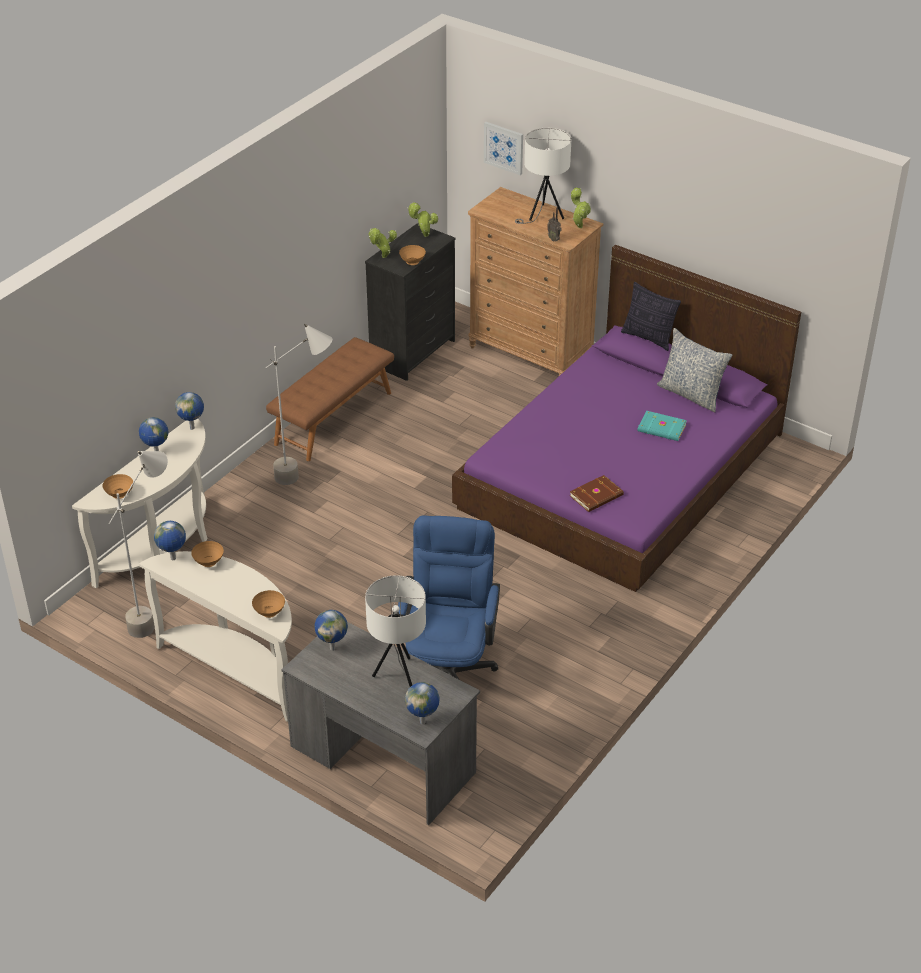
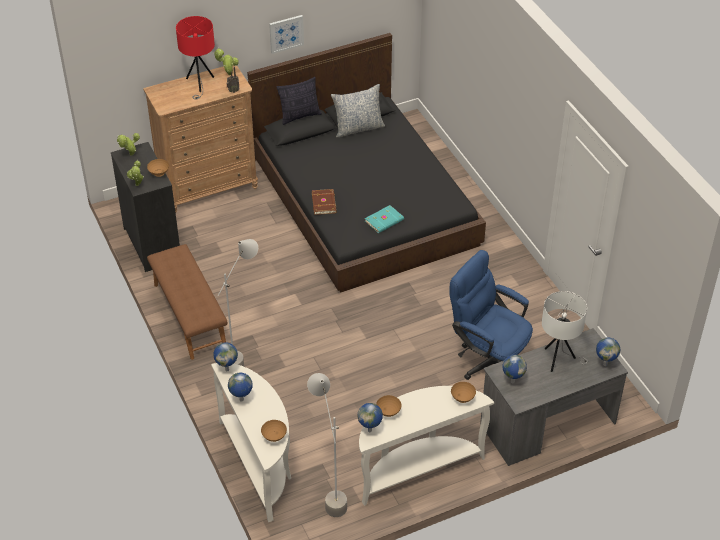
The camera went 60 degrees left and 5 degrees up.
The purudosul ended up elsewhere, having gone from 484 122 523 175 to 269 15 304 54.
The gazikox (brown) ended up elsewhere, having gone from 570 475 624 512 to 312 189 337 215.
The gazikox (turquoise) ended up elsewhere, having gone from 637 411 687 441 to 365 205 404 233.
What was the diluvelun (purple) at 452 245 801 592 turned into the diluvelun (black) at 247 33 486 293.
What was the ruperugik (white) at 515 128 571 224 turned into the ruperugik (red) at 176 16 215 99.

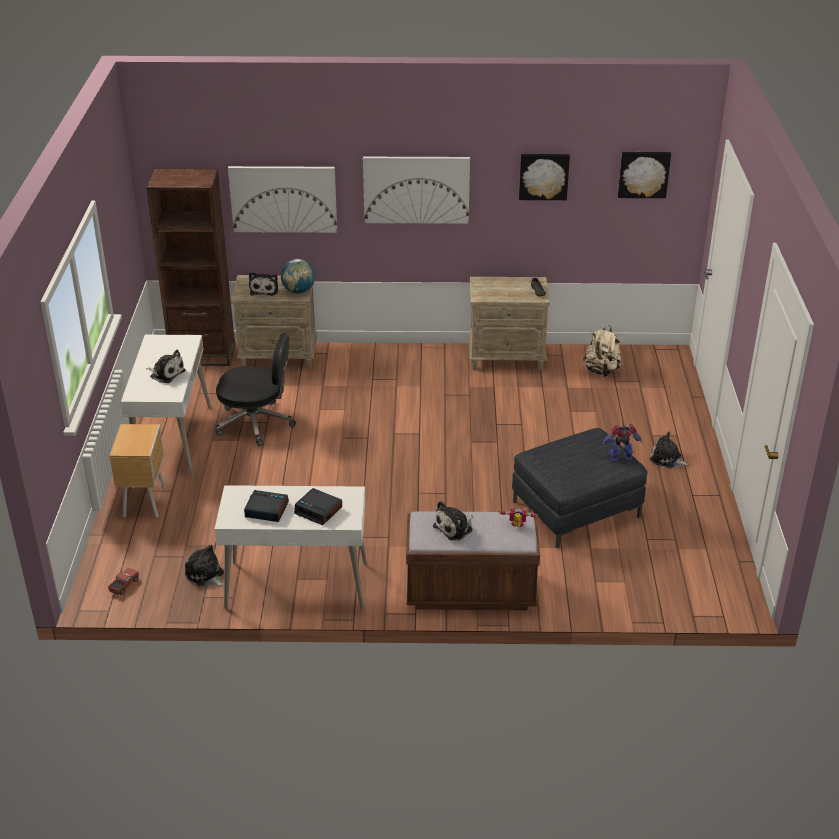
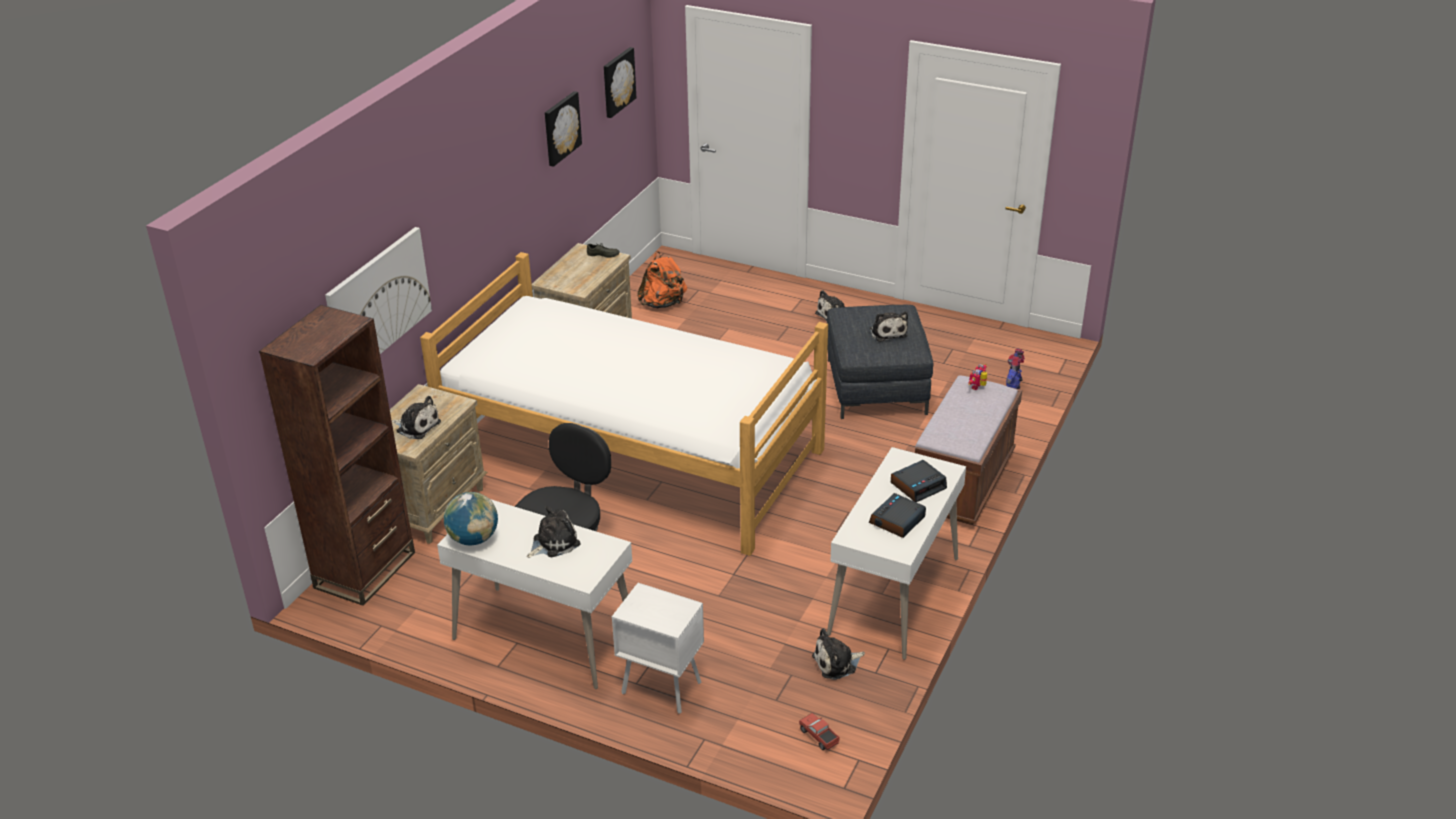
The camera went 65 degrees left and 0 degrees up.
The second view lost the purudosul at 363 157 470 224.
The second view gained the diluvelun at 420 252 828 556.
The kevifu ended up elsewhere, having gone from 281 259 315 293 to 444 492 498 545.
The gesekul ended up elsewhere, having gone from 433 501 473 541 to 870 311 908 342.
The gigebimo ended up elsewhere, having gone from 602 424 642 461 to 1006 349 1025 389.
What was the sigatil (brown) at 110 424 167 518 turned into the sigatil (white) at 612 583 704 714.
What was the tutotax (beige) at 583 325 622 377 turned into the tutotax (orange) at 637 251 687 309.

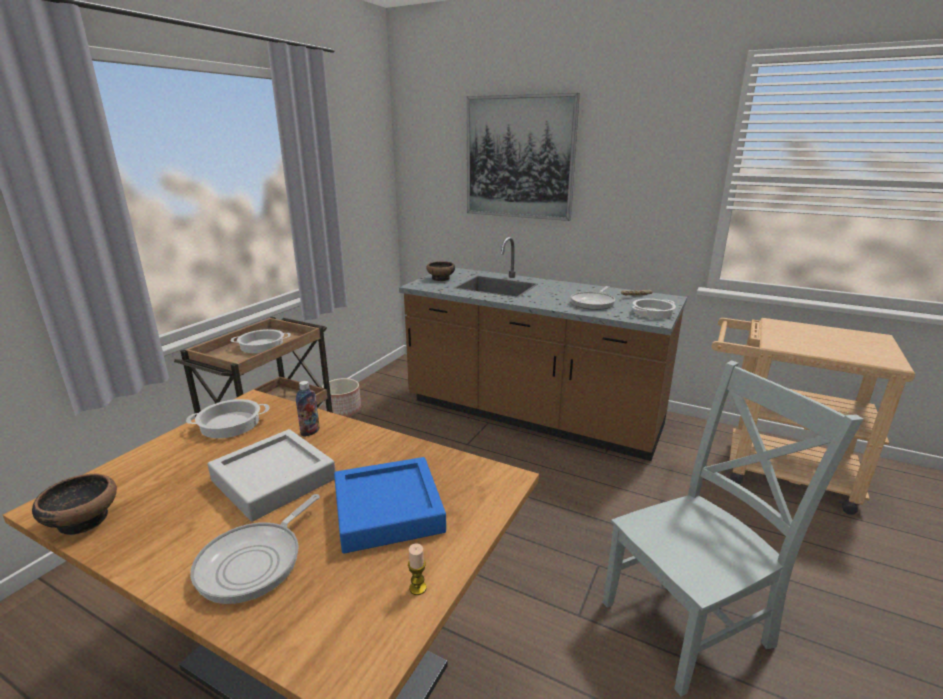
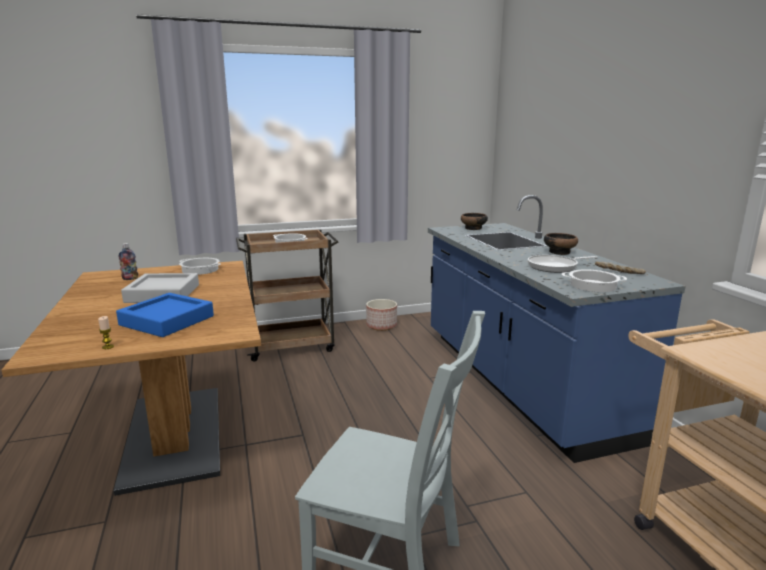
The camera went 45 degrees right and 5 degrees down.
The second view lost the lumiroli at 190 494 320 604.
The second view lost the purudosul at 467 93 580 221.
The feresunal ended up elsewhere, having gone from 32 474 117 535 to 544 233 578 255.
The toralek ended up elsewhere, having gone from 296 381 320 437 to 118 243 138 280.
What was the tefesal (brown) at 399 237 687 461 turned into the tefesal (blue) at 428 195 686 463.

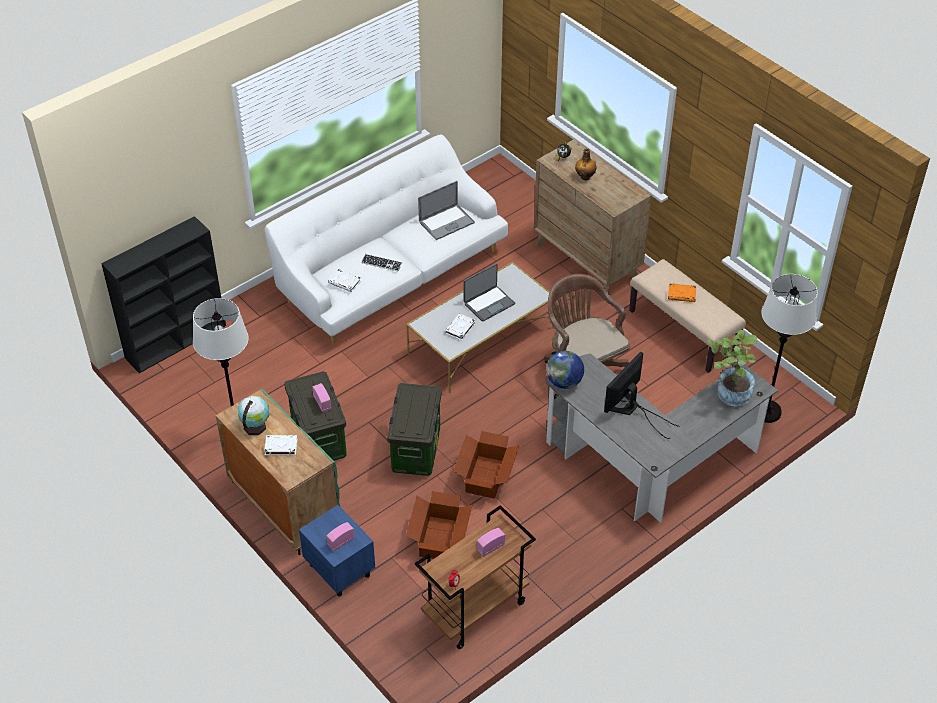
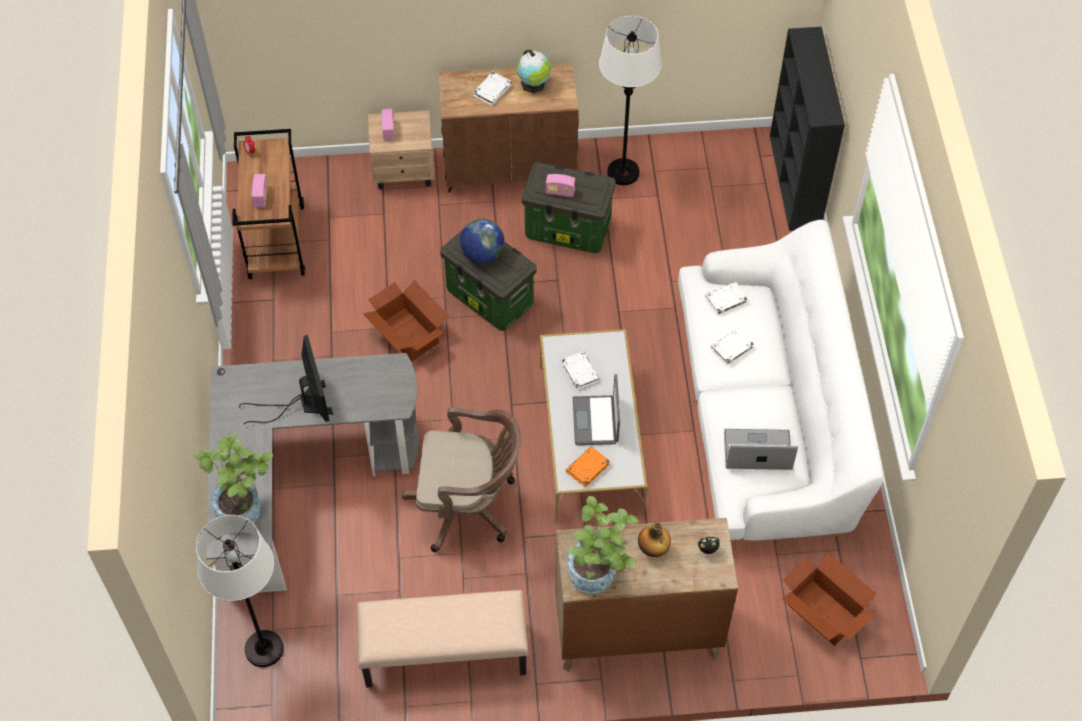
The camera went 125 degrees right and 10 degrees up.
The second view gained the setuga at 567 496 638 594.
The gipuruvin ended up elsewhere, having gone from 406 491 472 559 to 781 553 876 646.
The kevifu ended up elsewhere, having gone from 546 351 584 389 to 460 219 504 263.
The gazikox (orange) ended up elsewhere, having gone from 668 283 696 302 to 566 446 610 488.
Where the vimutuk stood at 361 254 402 272, the gazikox (white) came to stand at 711 328 755 365.
What was the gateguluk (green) at 216 388 340 555 turned into the gateguluk (brown) at 438 64 579 193.
What was the sigatil (blue) at 299 505 375 597 turned into the sigatil (beige) at 368 110 434 190.
The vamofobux at 418 181 475 240 ended up facing another way, 90 degrees clockwise from before.

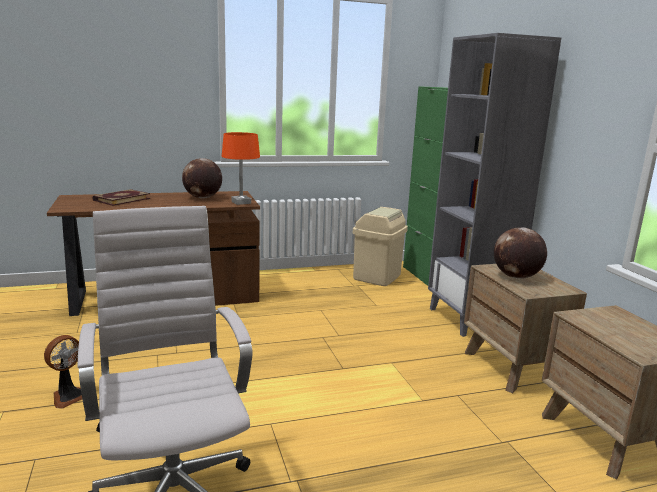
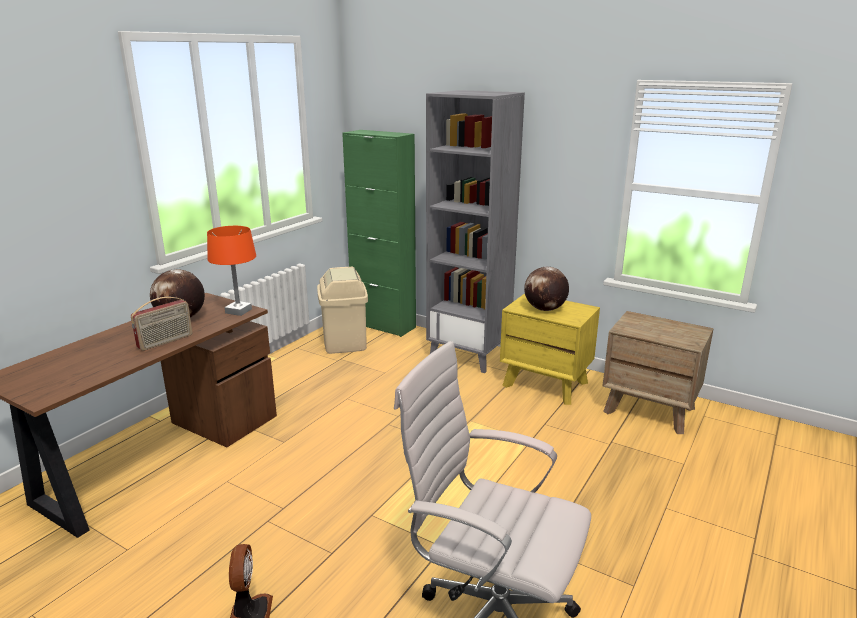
The camera went 40 degrees left and 5 degrees up.
The second view lost the gazikox at 93 189 150 206.
The second view gained the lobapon at 131 297 192 351.
What was the sigatil (brown) at 464 264 587 393 turned into the sigatil (yellow) at 500 293 600 405.

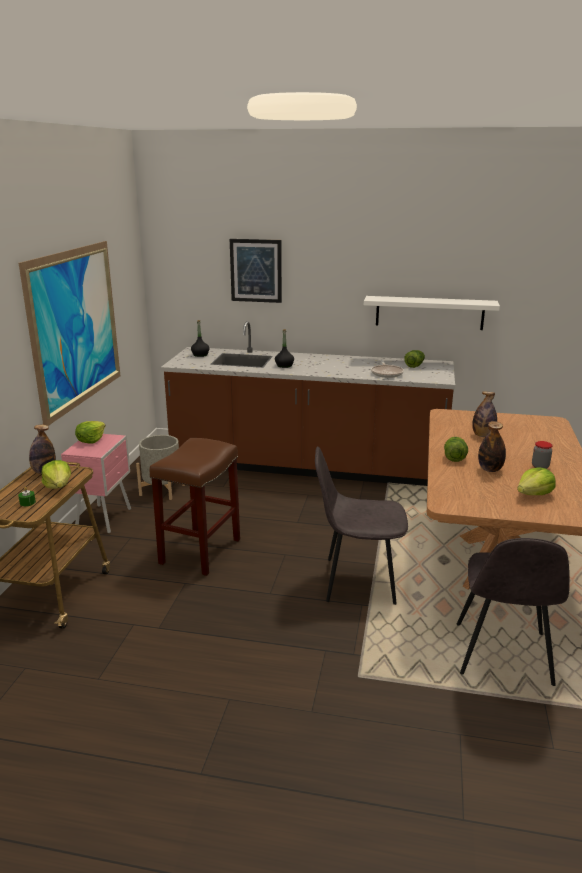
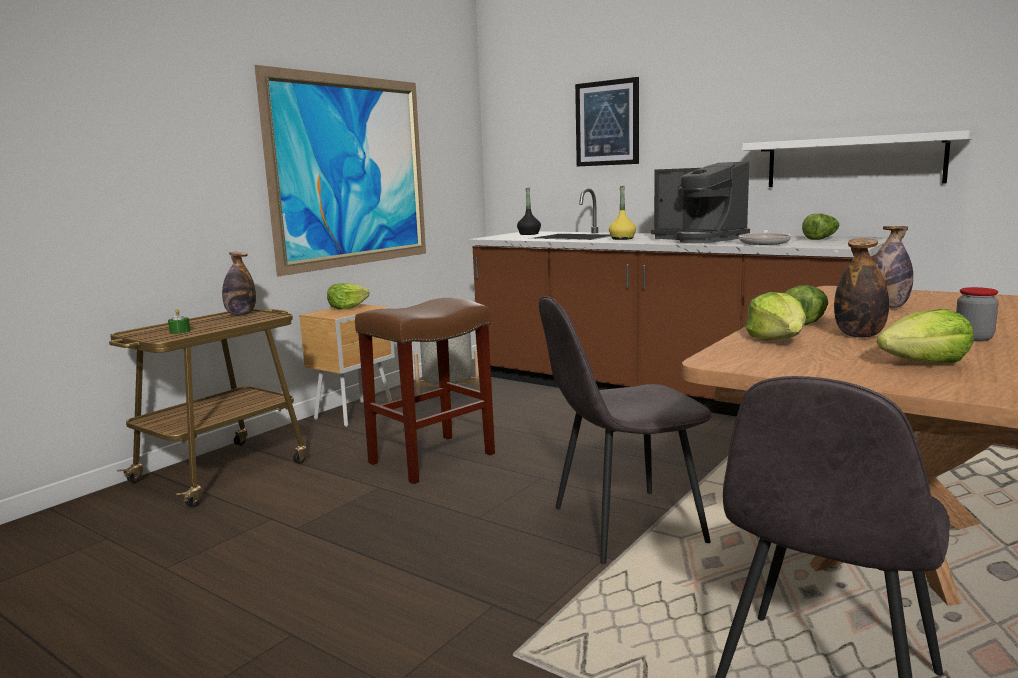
The camera went 25 degrees right and 10 degrees down.
The second view gained the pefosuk at 651 161 750 243.
The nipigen ended up elsewhere, having gone from 41 460 71 489 to 745 292 806 341.
What was the sigatil (pink) at 61 434 131 533 turned into the sigatil (brown) at 299 304 395 427.
What was the toralek (black) at 275 329 294 368 turned into the toralek (yellow) at 609 186 636 240.
The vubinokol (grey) at 315 446 408 605 ended up facing another way, 45 degrees counterclockwise from before.

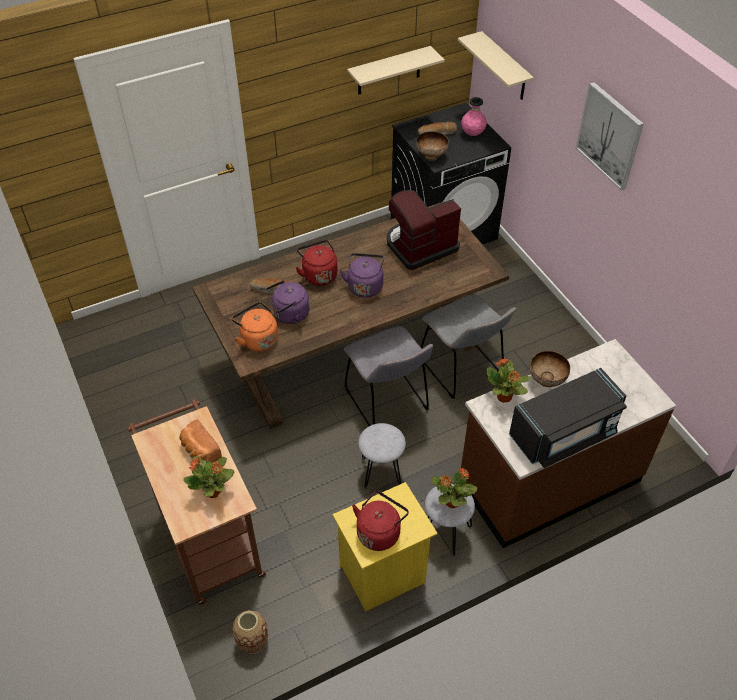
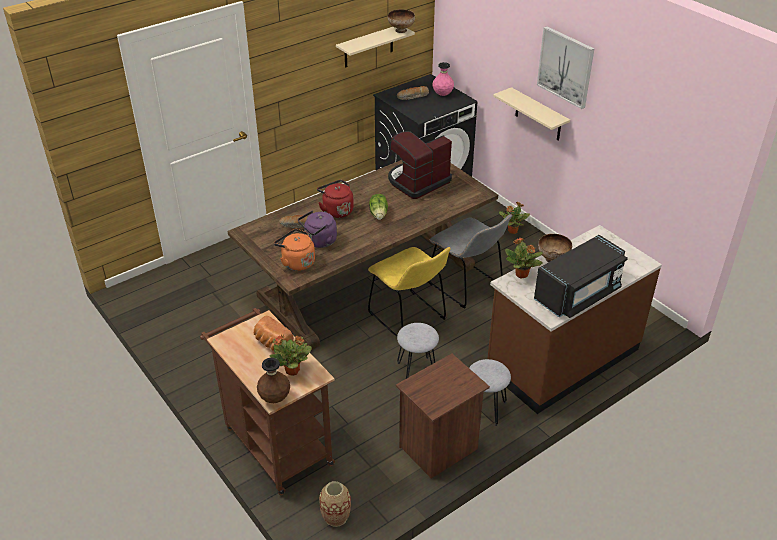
The camera went 10 degrees left and 10 degrees down.
The second view lost the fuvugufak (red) at 352 491 409 551.
The second view gained the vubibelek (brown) at 257 358 290 403.
The feresunal ended up elsewhere, having gone from 416 131 449 161 to 388 9 415 33.
The setuga ended up elsewhere, having gone from 432 468 478 508 to 499 202 530 234.
The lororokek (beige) ended up elsewhere, having gone from 458 31 534 100 to 493 87 570 141.
Where the fuvugufak (purple) stood at 340 253 384 298, the nipigen came to stand at 369 194 388 220.
What was the sigatil (yellow) at 333 482 438 611 turned into the sigatil (brown) at 396 354 490 479.
What was the vubinokol (grey) at 344 326 433 426 turned into the vubinokol (yellow) at 368 247 451 337.

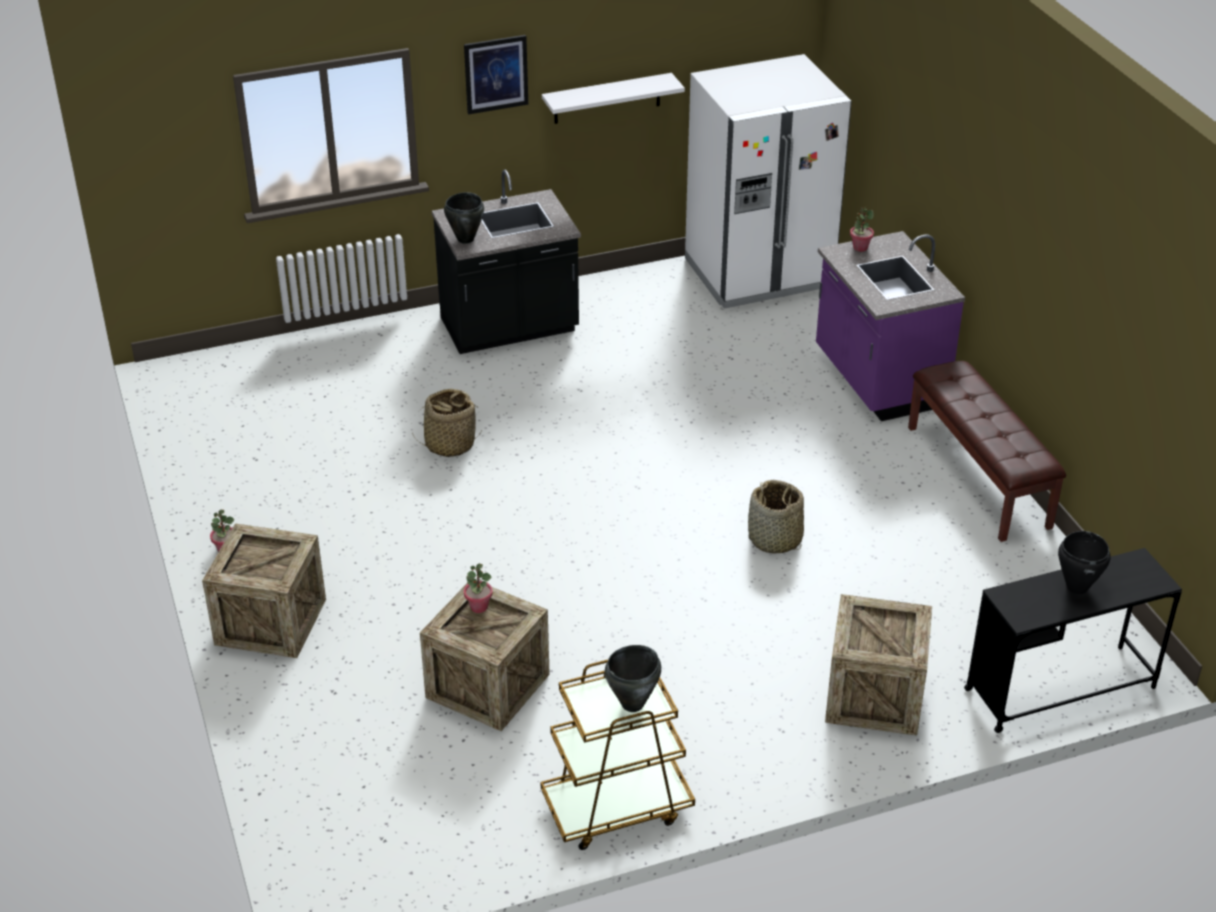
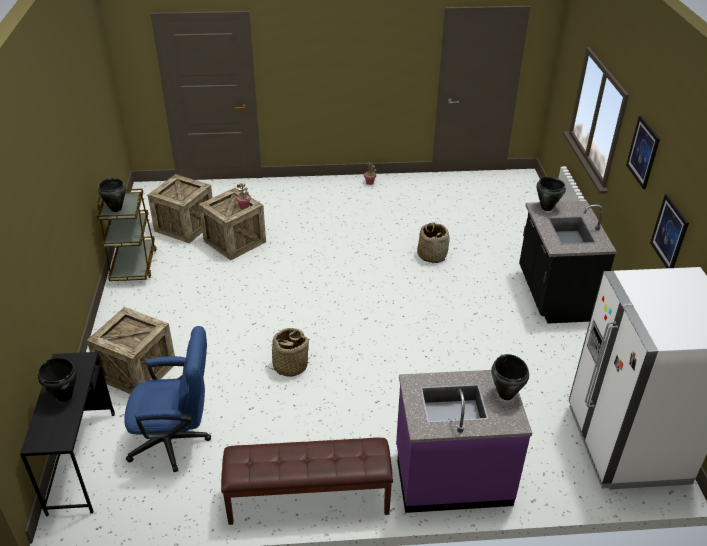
The camera went 105 degrees right and 0 degrees up.
The second view gained the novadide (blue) at 124 326 211 472.
The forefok ended up elsewhere, having gone from 202 523 326 658 to 148 174 213 244.
Where the lororokek (white) hung at 542 73 685 124, the purudosul came to hang at 650 194 689 268.
Where the setuga stood at 850 207 874 252, the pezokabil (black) came to stand at 491 354 529 400.

